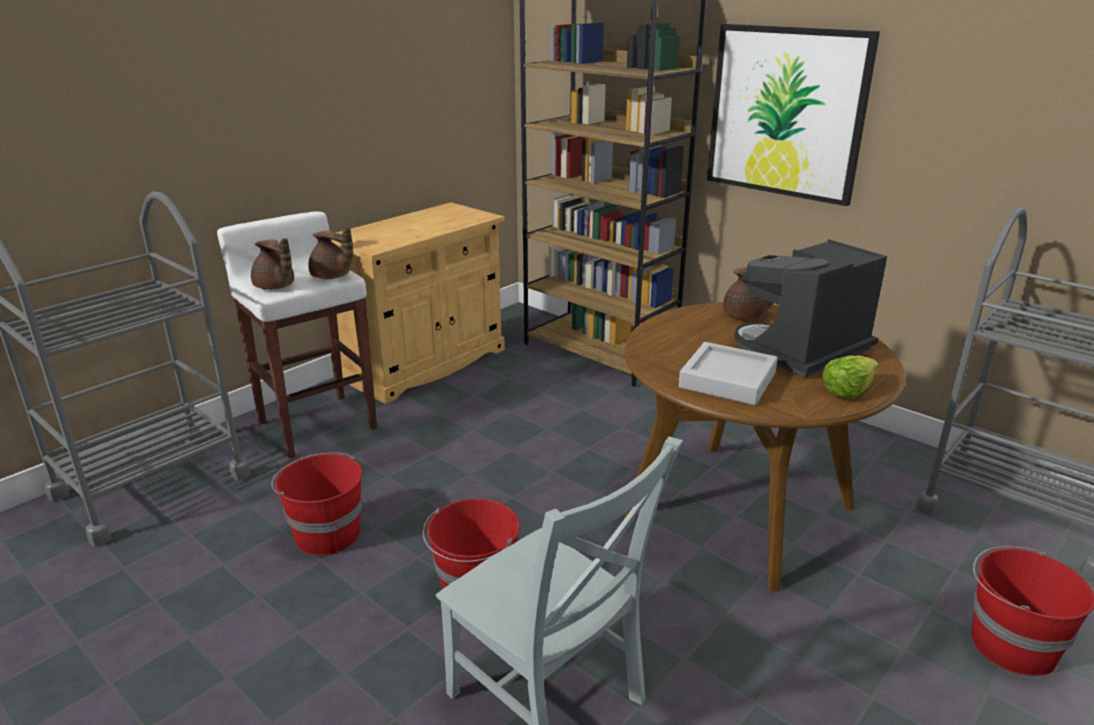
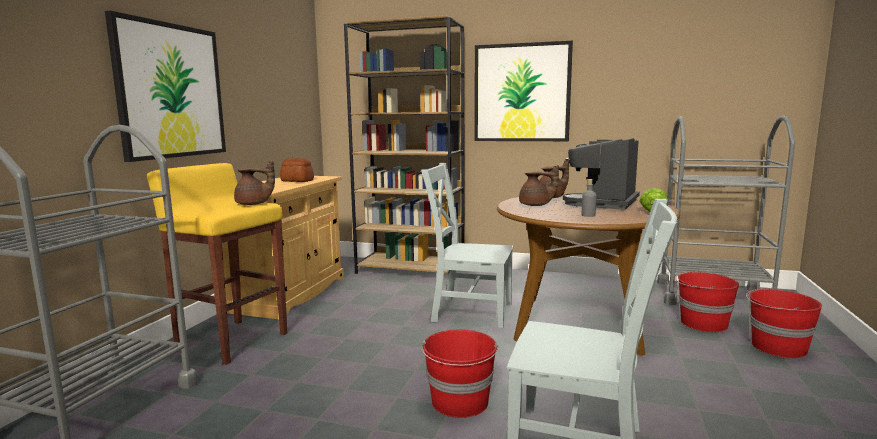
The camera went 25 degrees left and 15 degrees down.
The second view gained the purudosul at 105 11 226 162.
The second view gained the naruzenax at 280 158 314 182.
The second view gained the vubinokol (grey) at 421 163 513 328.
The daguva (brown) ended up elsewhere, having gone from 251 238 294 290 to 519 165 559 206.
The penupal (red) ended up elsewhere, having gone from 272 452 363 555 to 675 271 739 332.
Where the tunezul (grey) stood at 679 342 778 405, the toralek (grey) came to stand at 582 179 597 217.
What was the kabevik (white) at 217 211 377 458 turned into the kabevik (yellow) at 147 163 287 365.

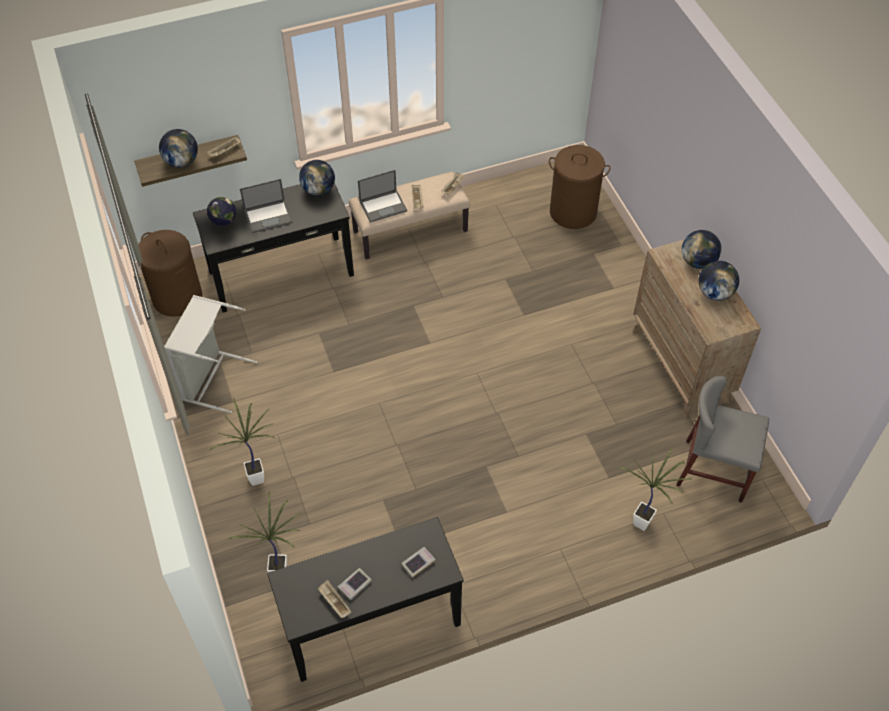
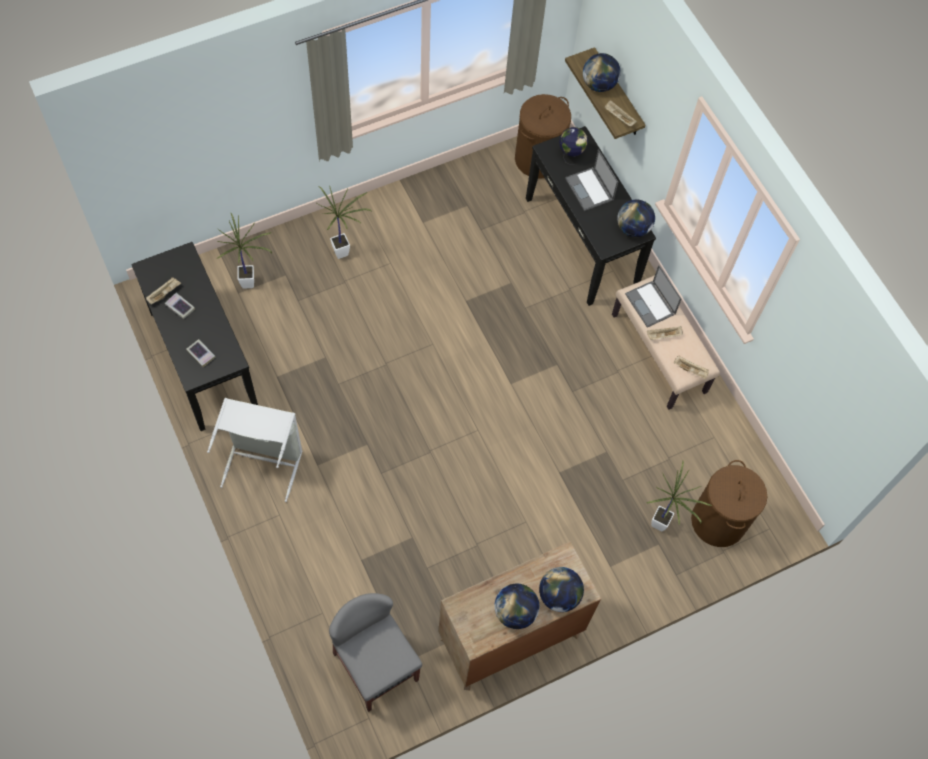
The camera went 80 degrees right and 10 degrees up.
The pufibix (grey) ended up elsewhere, having gone from 164 295 258 413 to 207 398 303 502.
The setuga ended up elsewhere, having gone from 617 446 692 531 to 646 461 712 532.
The vubinokol (grey) at 676 376 769 503 ended up facing another way, 45 degrees counterclockwise from before.

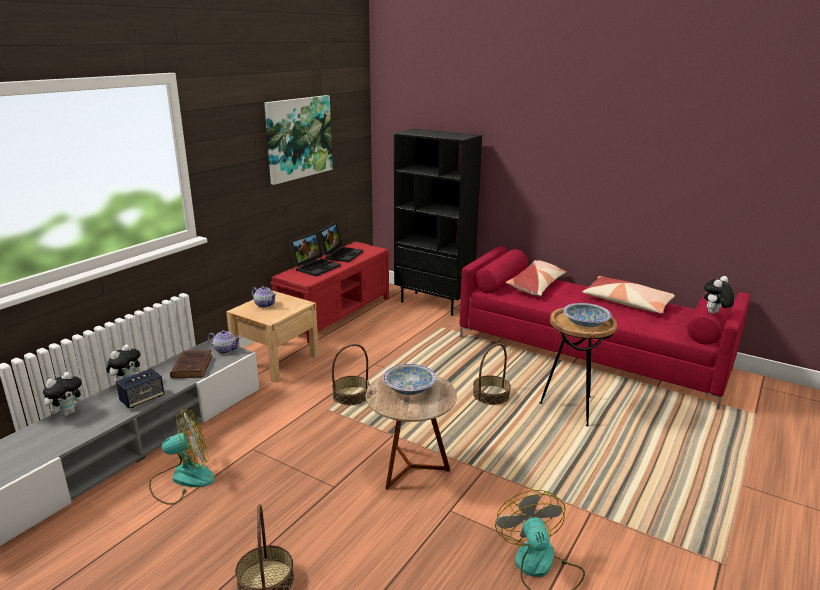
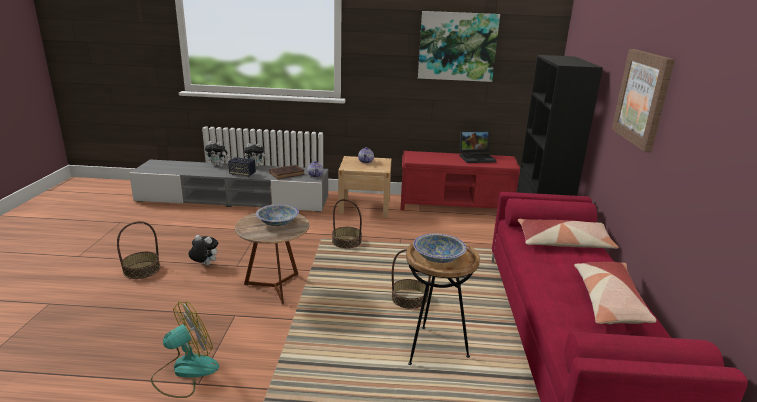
The camera went 60 degrees right and 0 degrees up.
The second view lost the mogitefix at 149 409 215 505.
The second view lost the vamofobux at 289 232 341 276.
The second view gained the purudosul at 612 49 675 152.
The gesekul ended up elsewhere, having gone from 704 276 734 314 to 188 235 218 266.

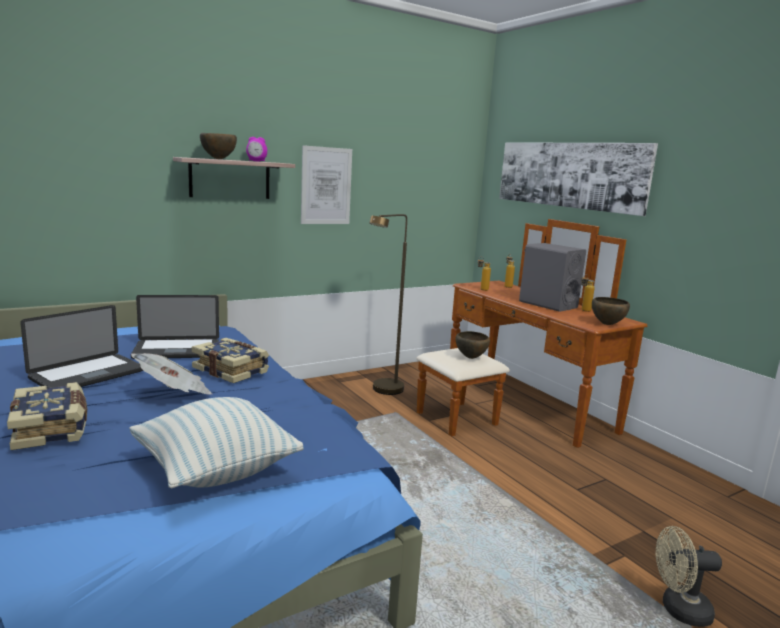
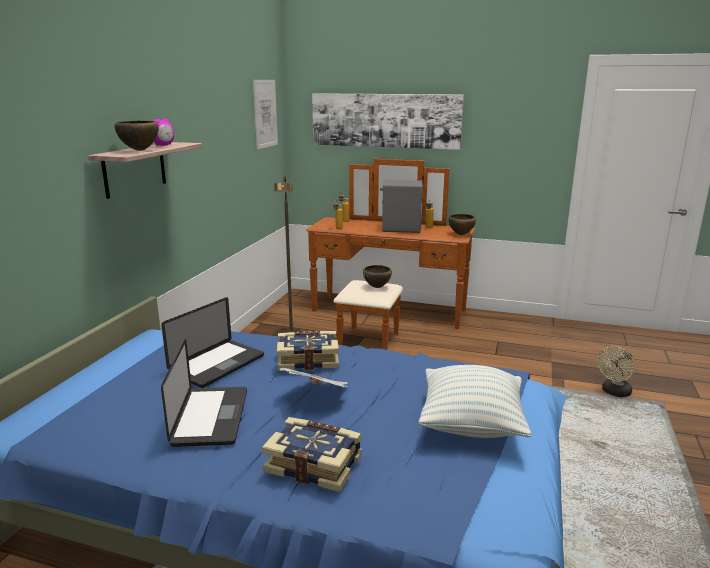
The camera went 40 degrees left and 5 degrees up.
The purudosul ended up elsewhere, having gone from 301 145 352 224 to 253 80 278 149.

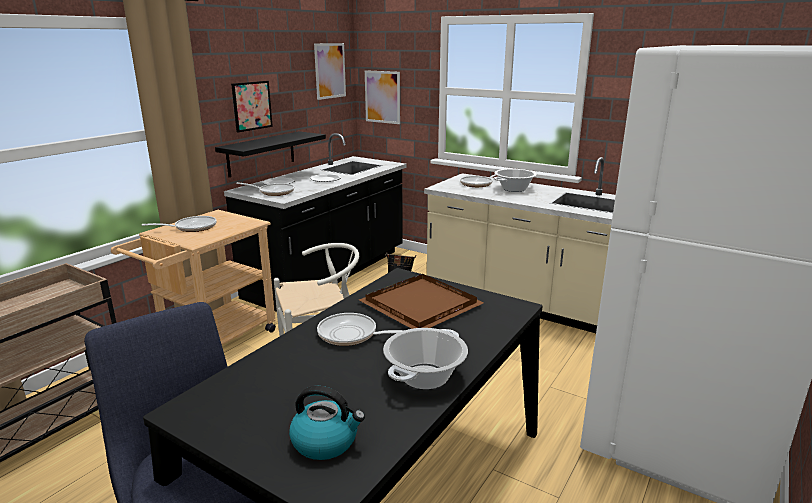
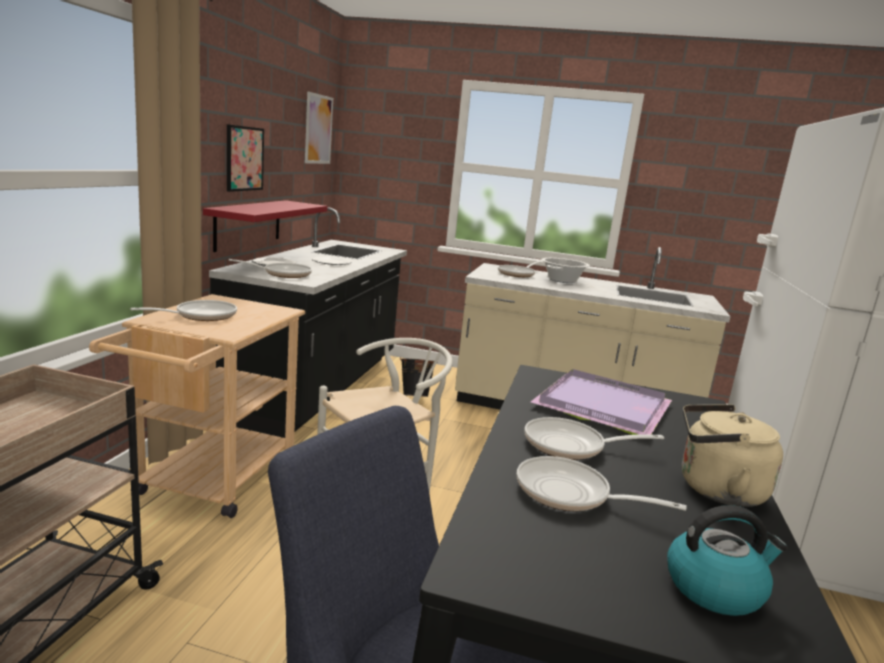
The camera went 20 degrees left and 5 degrees down.
The second view lost the purudosul at 365 70 400 124.
The second view gained the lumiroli at 517 456 687 511.
Where the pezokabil stood at 383 328 468 389, the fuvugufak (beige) came to stand at 682 404 783 507.
What was the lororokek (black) at 215 131 326 177 turned into the lororokek (red) at 203 200 328 252.
What was the tunezul (brown) at 359 274 484 329 turned into the tunezul (purple) at 531 369 672 435.

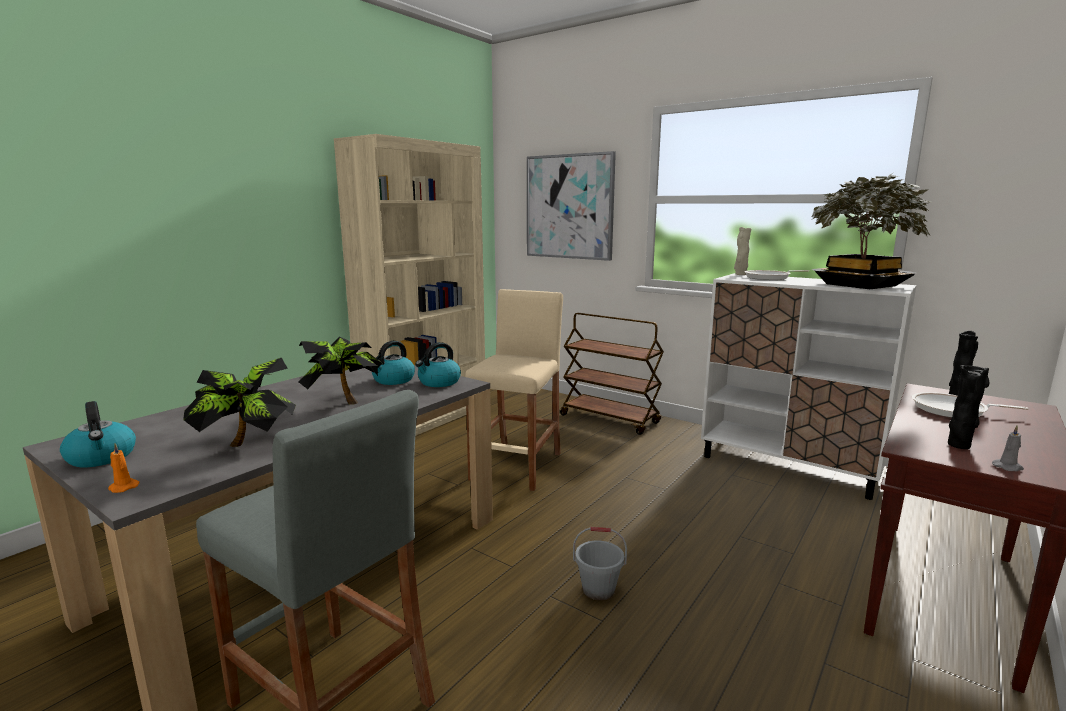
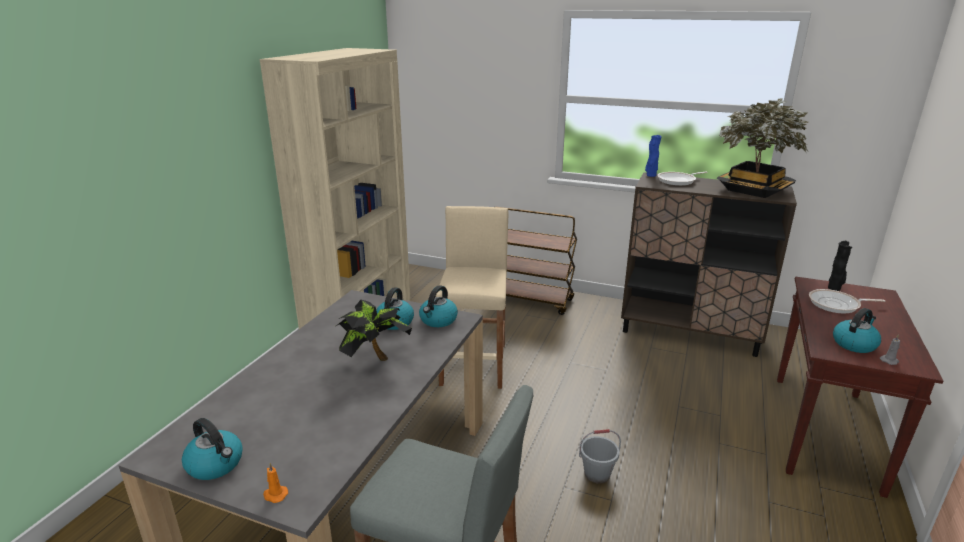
The camera went 15 degrees left and 10 degrees up.
The second view lost the setuga at 183 358 296 447.
The second view lost the purudosul at 527 151 616 261.
Where the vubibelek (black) stood at 948 365 989 449, the fuvugufak came to stand at 833 308 881 353.
What was the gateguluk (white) at 701 273 917 500 turned into the gateguluk (brown) at 621 172 797 357.
What was the vubibelek (beige) at 734 227 752 275 turned into the vubibelek (blue) at 645 135 662 177.

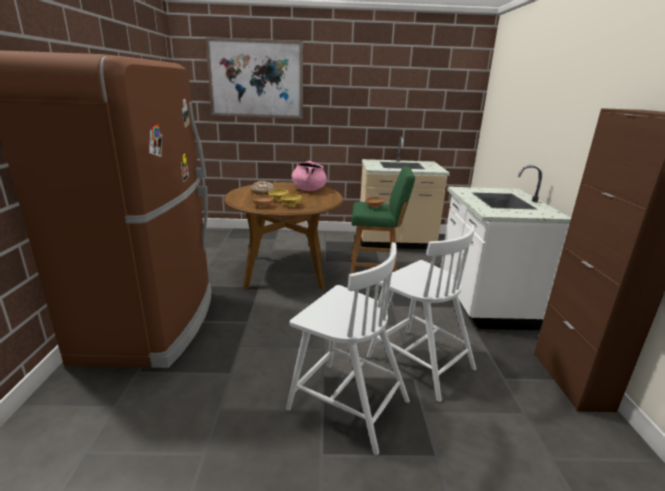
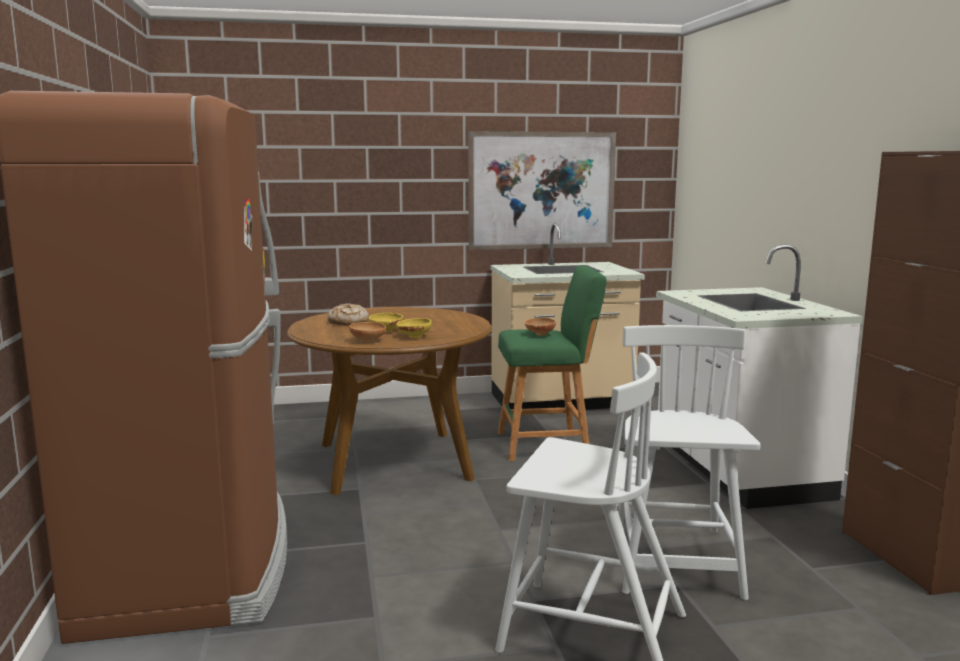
The camera went 10 degrees left and 10 degrees down.
The second view lost the pezokabil (pink) at 292 161 327 191.
The purudosul ended up elsewhere, having gone from 205 37 303 119 to 468 131 616 250.
The vubinokol (white) at 367 224 476 402 ended up facing another way, 120 degrees counterclockwise from before.

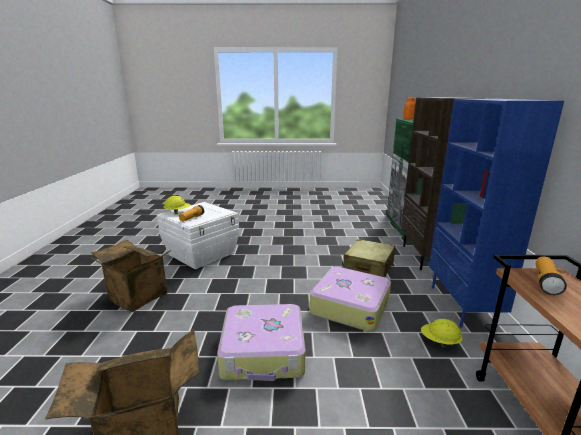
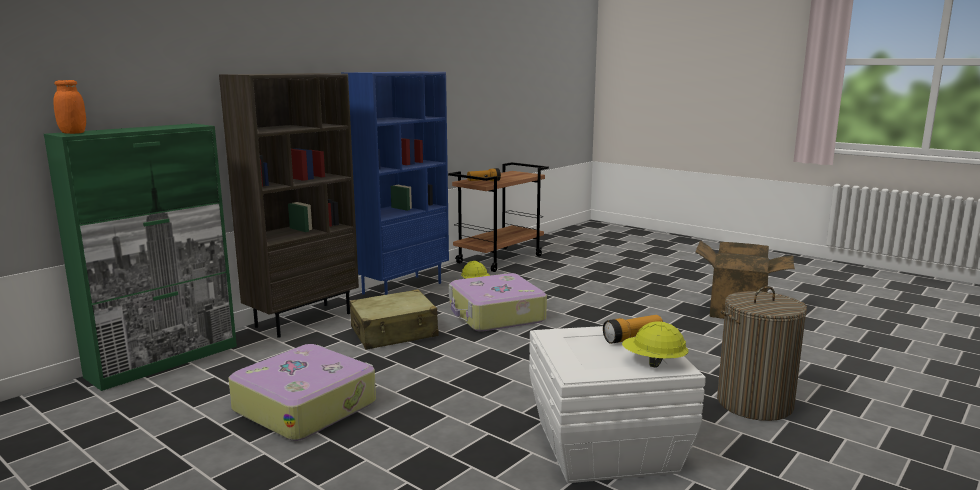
The camera went 140 degrees left and 5 degrees down.
The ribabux ended up elsewhere, having gone from 217 304 306 381 to 229 344 376 441.
Where the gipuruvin stood at 90 240 171 312, the pufibix came to stand at 717 286 807 421.

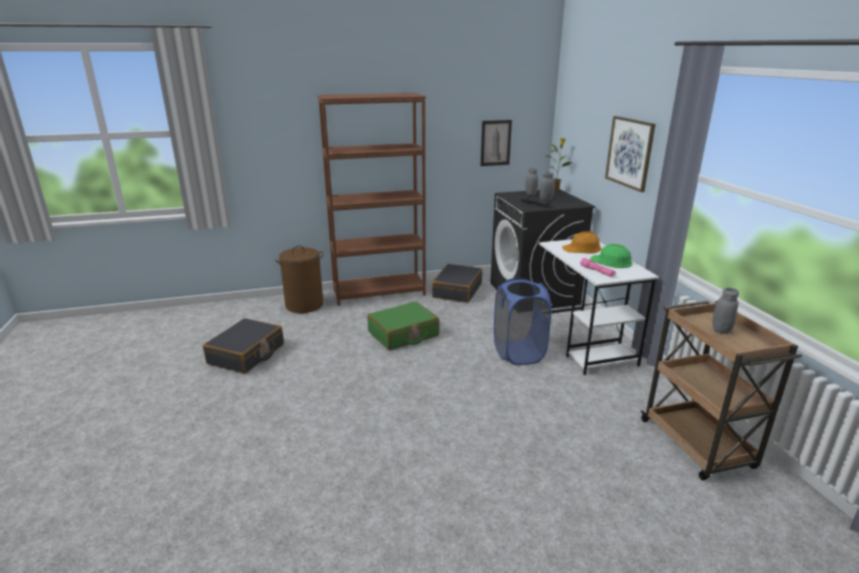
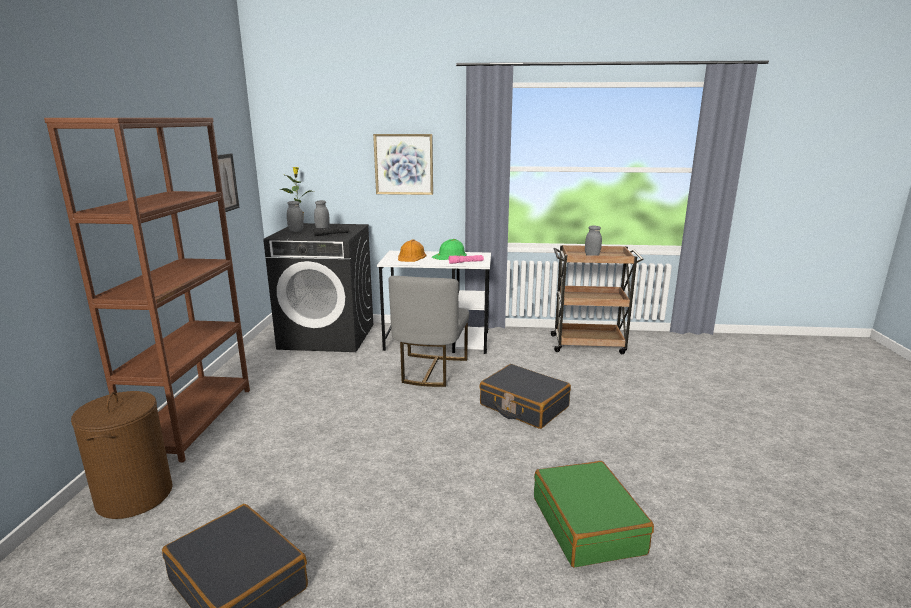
The camera went 70 degrees left and 5 degrees down.
The ribabux (green) ended up elsewhere, having gone from 367 302 439 350 to 534 461 654 568.
The ribabux (black) ended up elsewhere, having gone from 432 264 482 303 to 479 364 571 429.
Where the pufibix (blue) stood at 494 278 551 365, the vubinokol (grey) came to stand at 388 276 469 387.

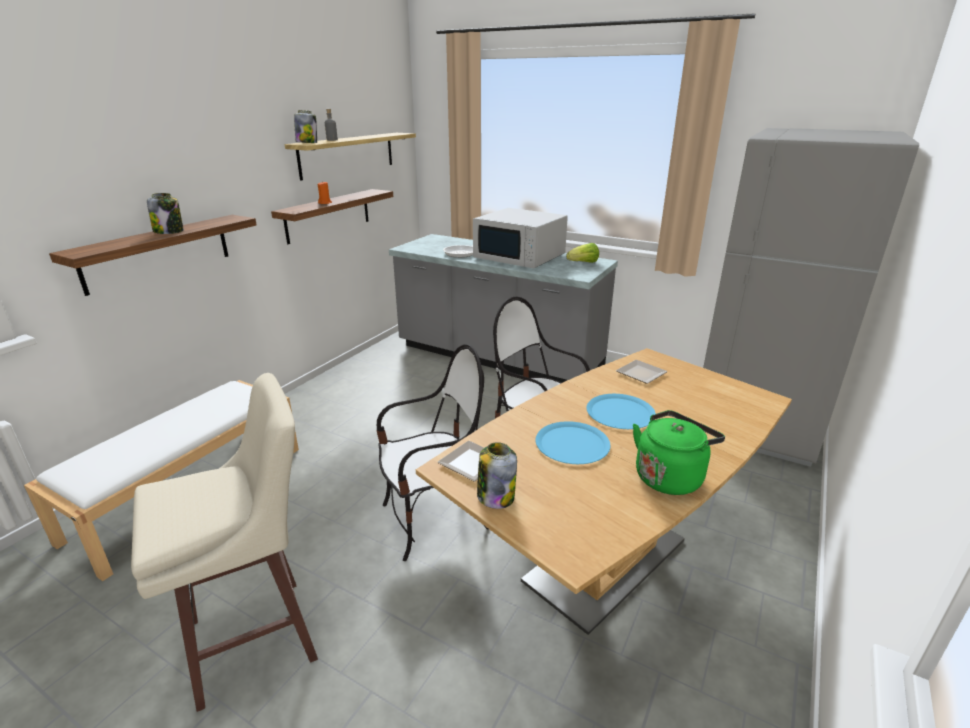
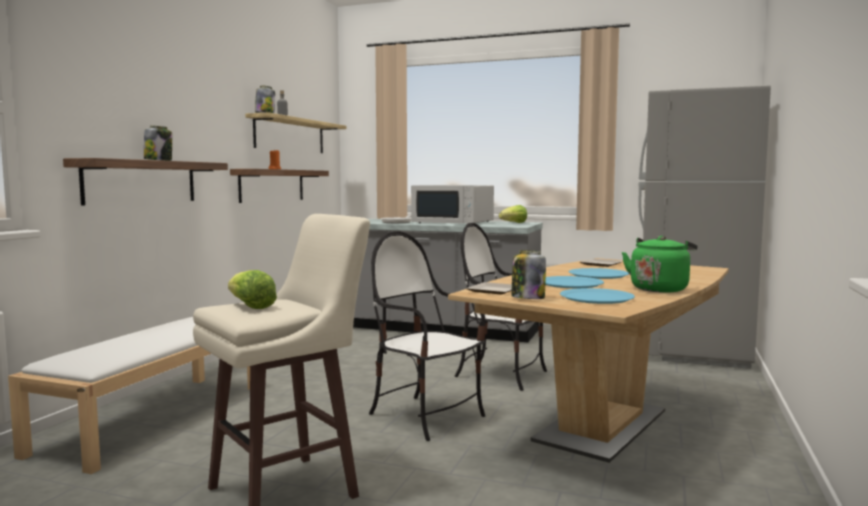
The camera went 10 degrees left and 20 degrees down.
The second view gained the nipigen at 228 270 277 309.
The second view gained the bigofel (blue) at 560 288 635 304.
The vubinokol at 377 344 488 561 ended up facing another way, 105 degrees counterclockwise from before.

